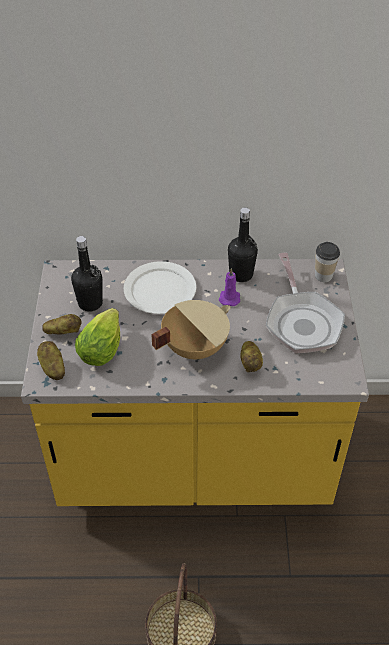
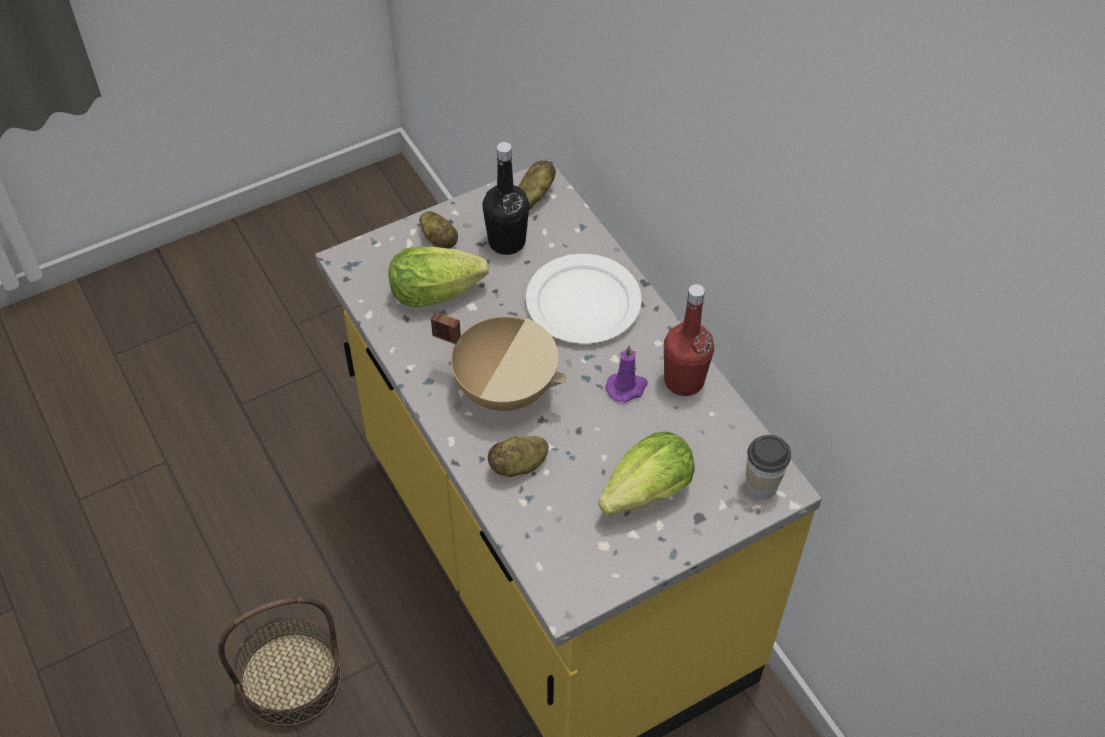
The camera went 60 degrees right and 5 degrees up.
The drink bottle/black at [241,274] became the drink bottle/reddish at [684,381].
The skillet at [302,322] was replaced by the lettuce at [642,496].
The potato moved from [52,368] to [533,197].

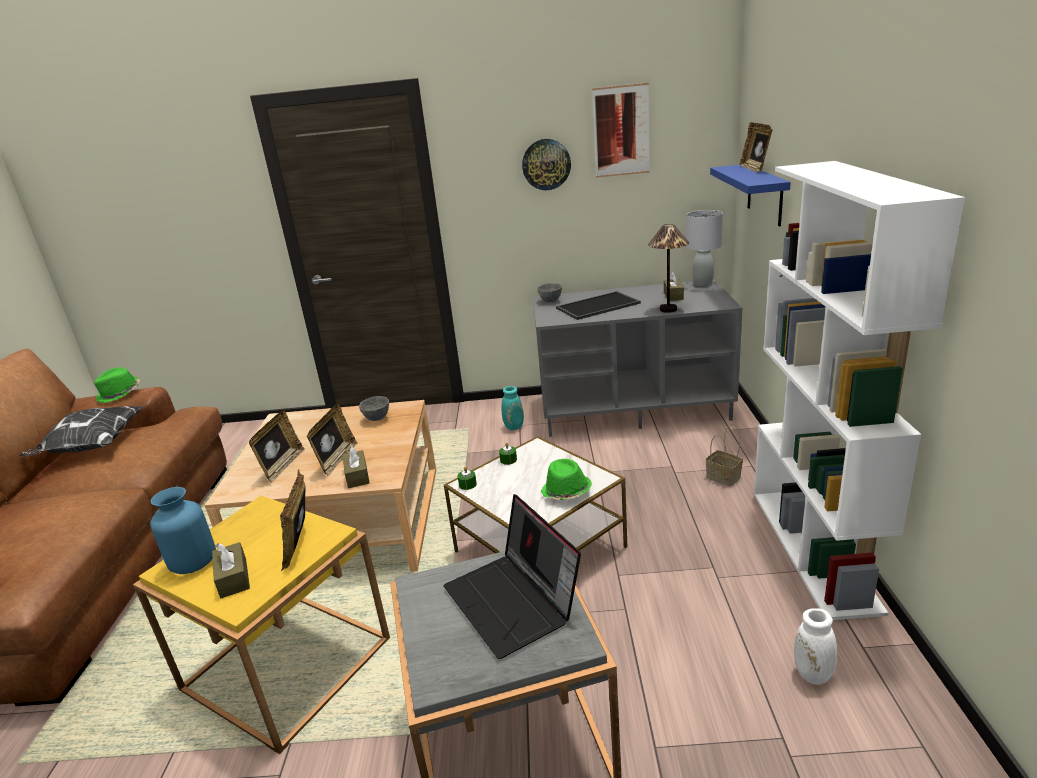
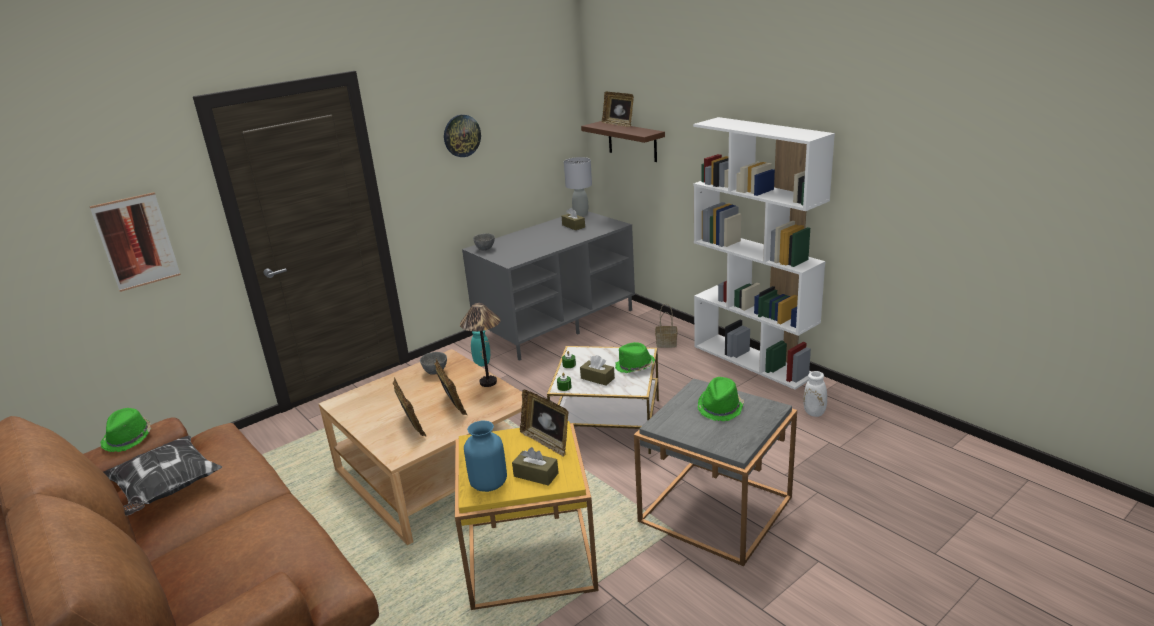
The camera went 40 degrees left and 0 degrees up.
The wall art moved from [621,131] to [136,241].
The wall shelf/bluish at [765,194] became the wall shelf/brown at [632,141].
The table lamp moved from [668,309] to [488,382].
The carrying tray at [598,306] disappeared.
The tissue box/brown moved from [357,476] to [597,378].
The laptop at [514,602] was replaced by the hat/green-coloured at [720,408].

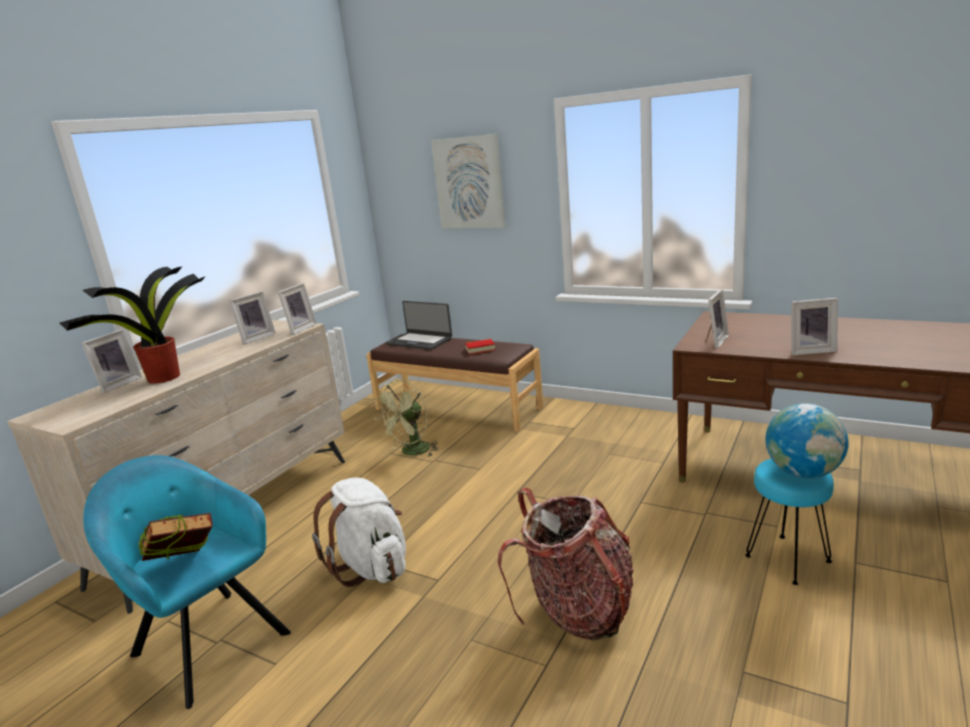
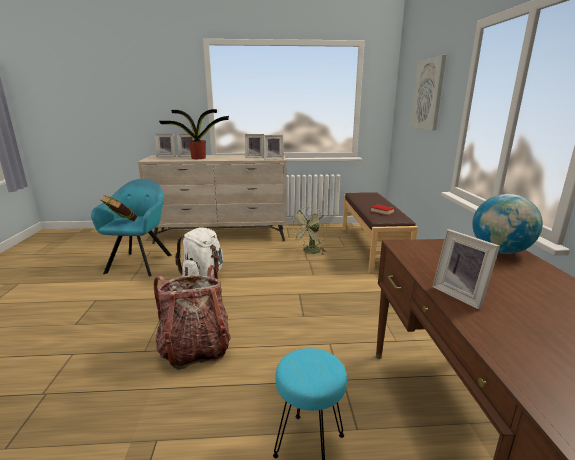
The camera went 55 degrees right and 0 degrees up.
The photo frame moved from [714,341] to [167,156].
The laptop at [420,341] disappeared.
The electric fan/green-coloured at [412,452] turned 60 degrees counterclockwise.
The desk globe moved from [803,473] to [499,251].

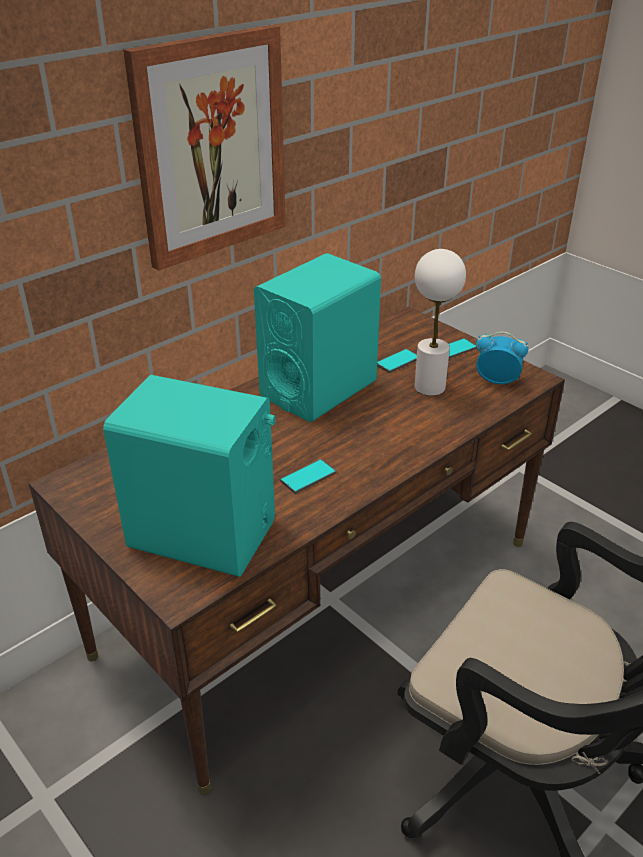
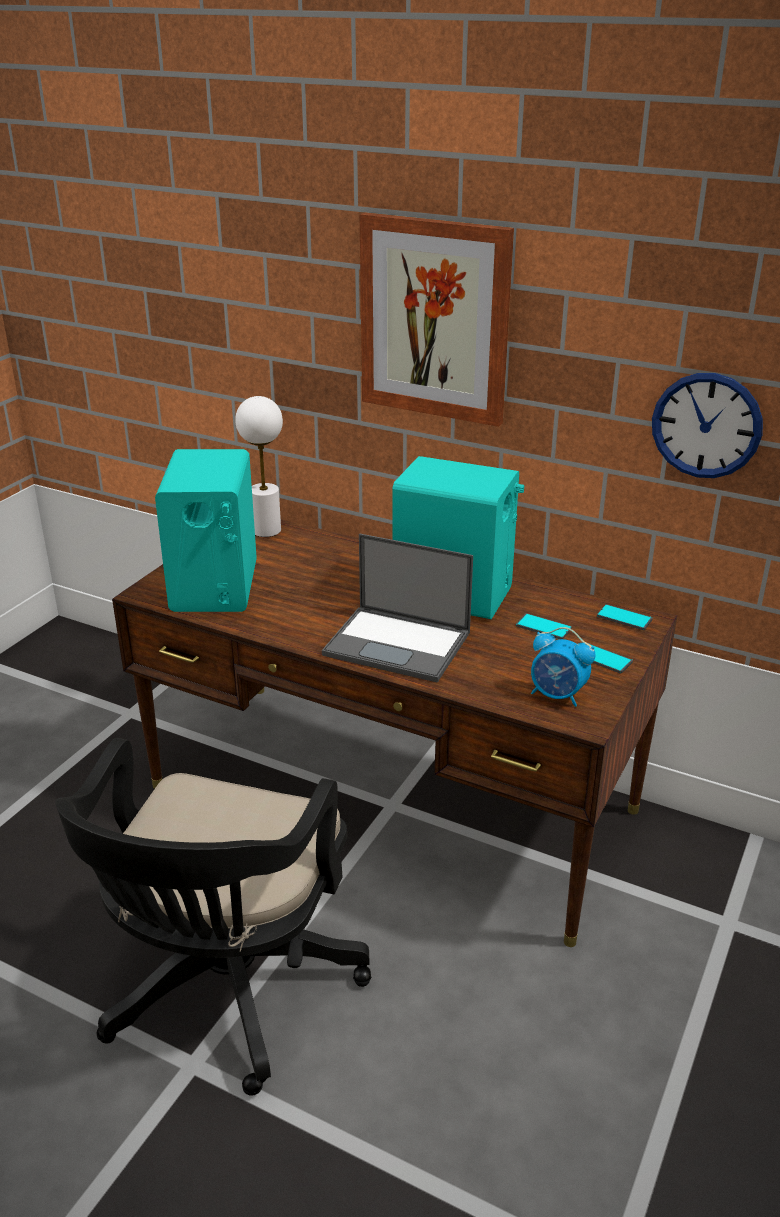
The camera went 70 degrees right and 5 degrees down.
The table lamp/white-coloured moved from [429,387] to [265,530].
The table clock at [497,380] turned 120 degrees clockwise.
The phone moved from [308,476] to [624,618].
The clock on the wall at [706,425] appeared.
The laptop at [399,644] appeared.

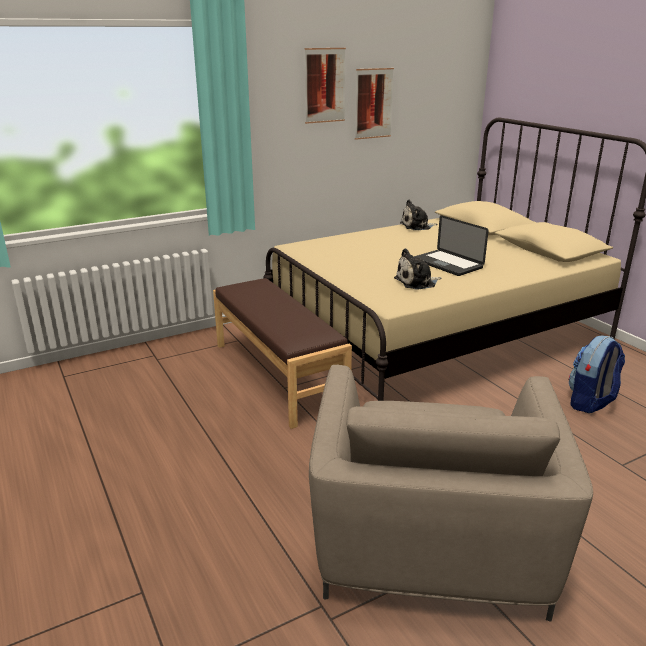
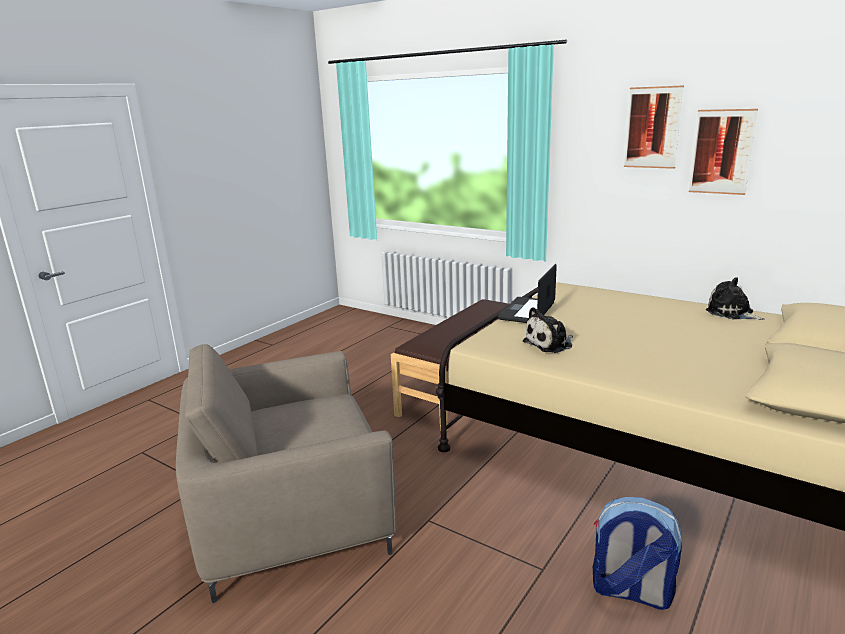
The camera went 65 degrees right and 5 degrees down.
The laptop moved from [447,264] to [527,311].
The soft toy at [417,282] turned 75 degrees counterclockwise.

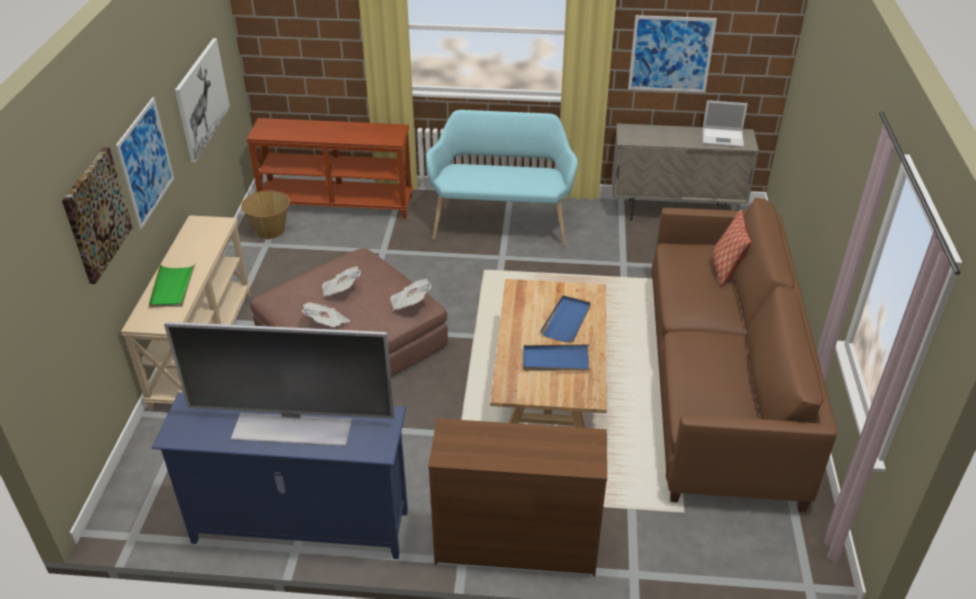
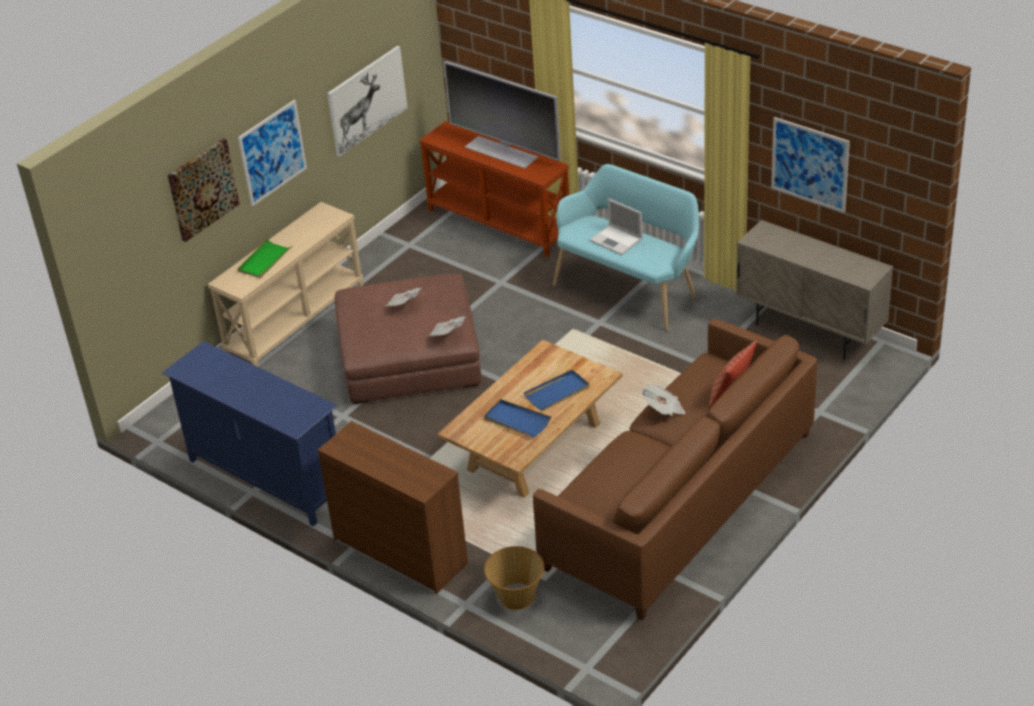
The camera went 35 degrees right and 0 degrees up.
The laptop moved from [723,137] to [616,240].
The household basket moved from [270,231] to [516,597].
The daily paper moved from [327,324] to [663,409].
The TV moved from [292,427] to [502,151].

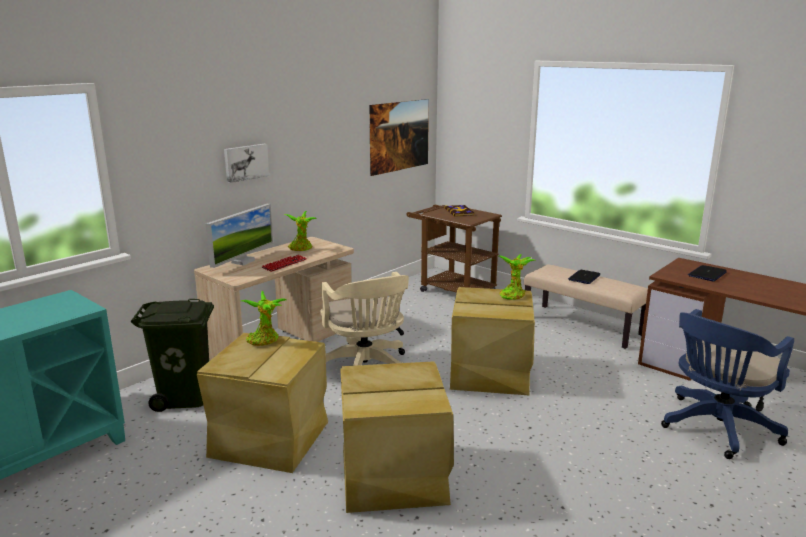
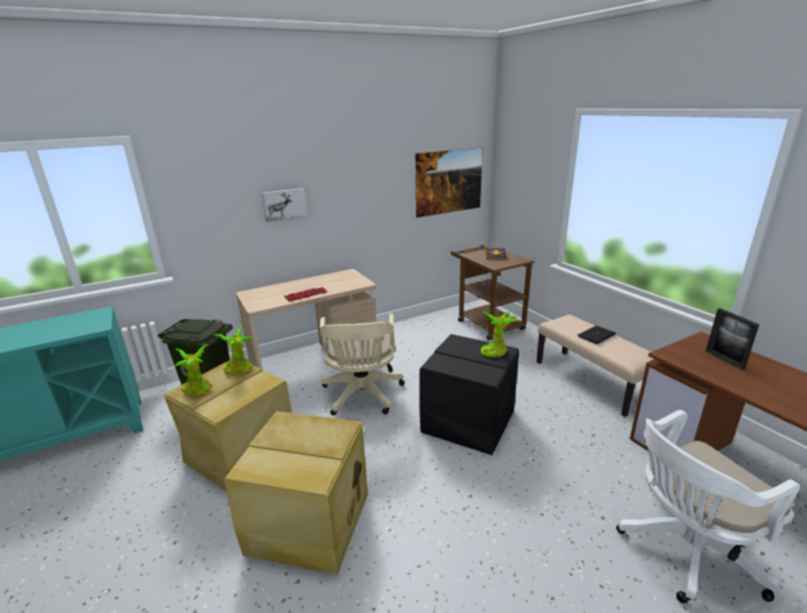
The camera went 20 degrees right and 5 degrees up.
The computer display at [243,261] disappeared.
The houseplant moved from [301,249] to [198,390].
The laptop at [707,274] was replaced by the photo frame at [724,360].
The storage box/beige-coloured at [491,374] became the storage box/black at [468,422].
The desk chair/bluish at [716,429] became the desk chair/white-coloured at [684,551].

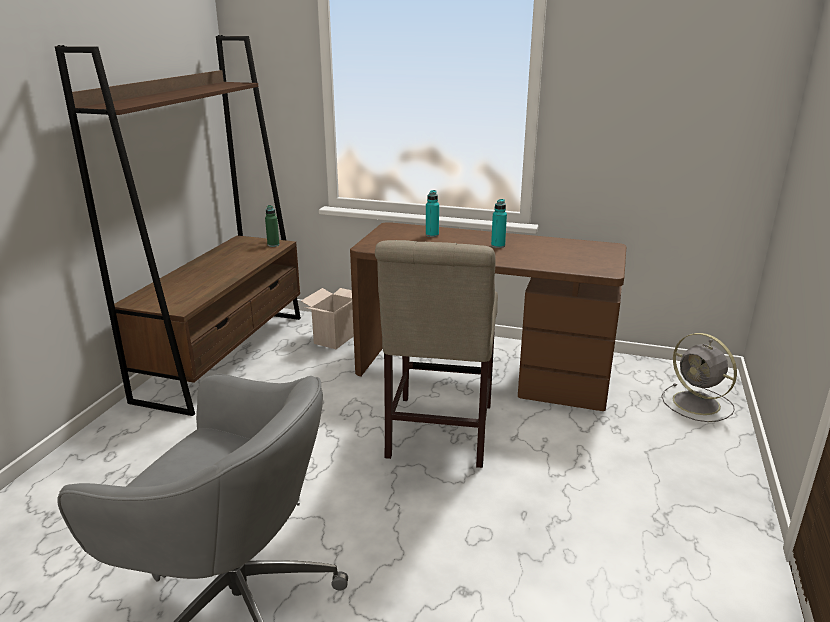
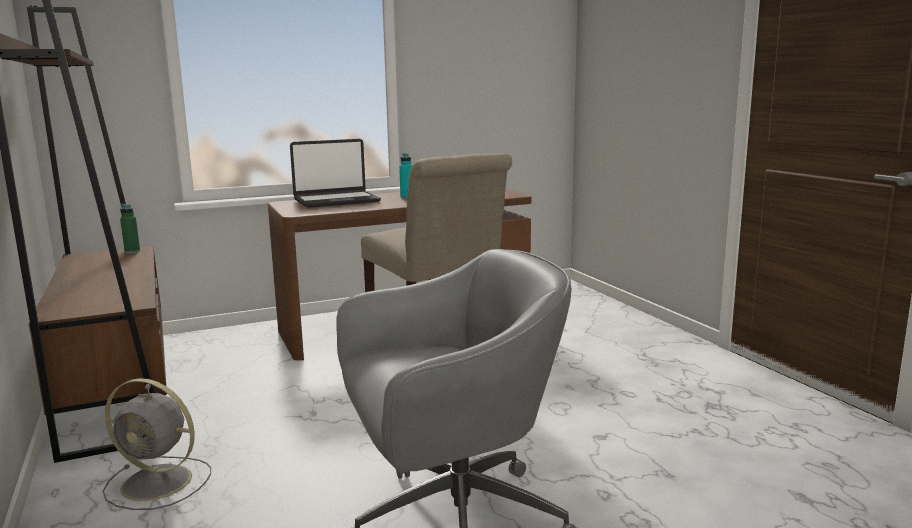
The camera went 40 degrees left and 10 degrees down.
The drink bottle/turquoise-coloured at [432,235] was replaced by the laptop at [336,201].
The packing box at [335,338] disappeared.
The electric fan/gray moved from [698,404] to [159,483].

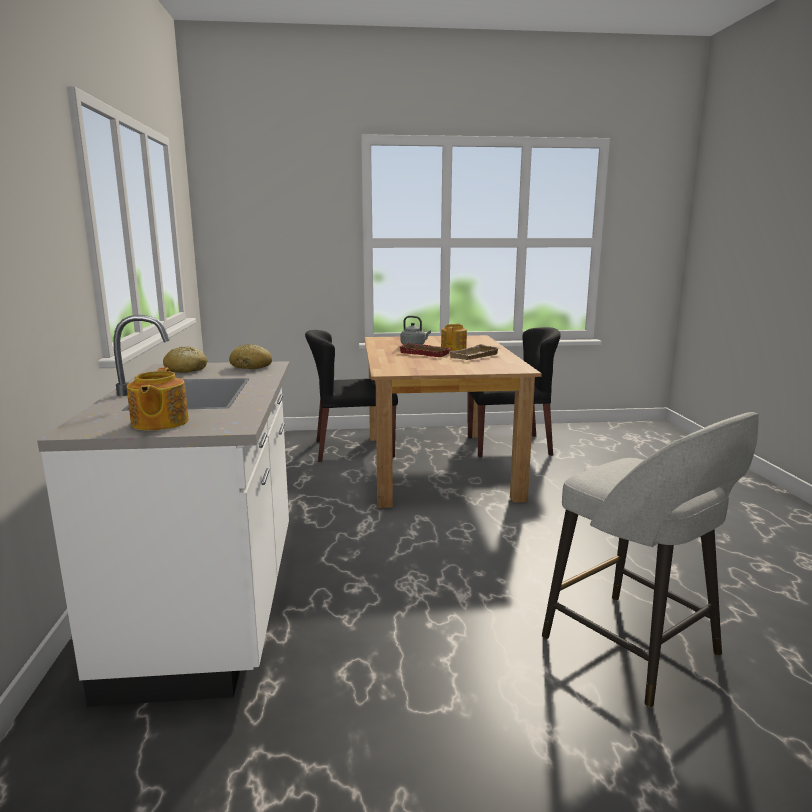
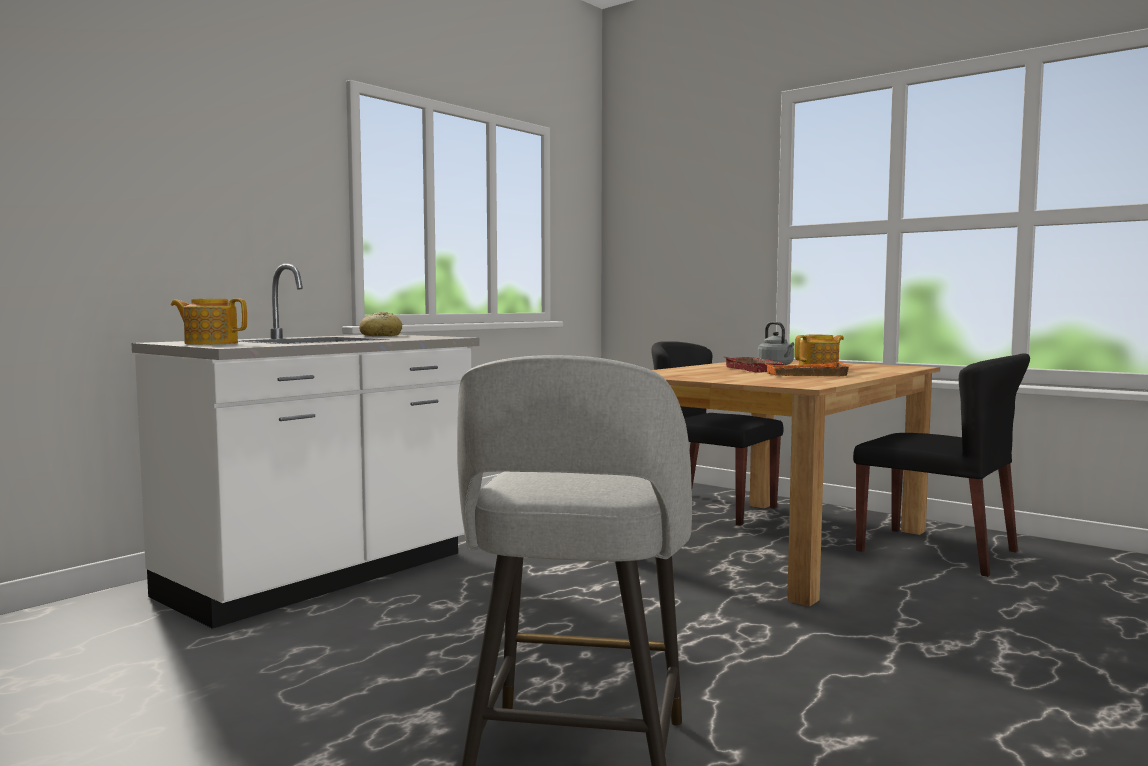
The camera went 45 degrees right and 10 degrees down.
The bread at [251,366] disappeared.
The carrying tray/beige-coloured at [475,356] became the carrying tray/orange at [806,375].
The teapot at [159,423] turned 60 degrees clockwise.

